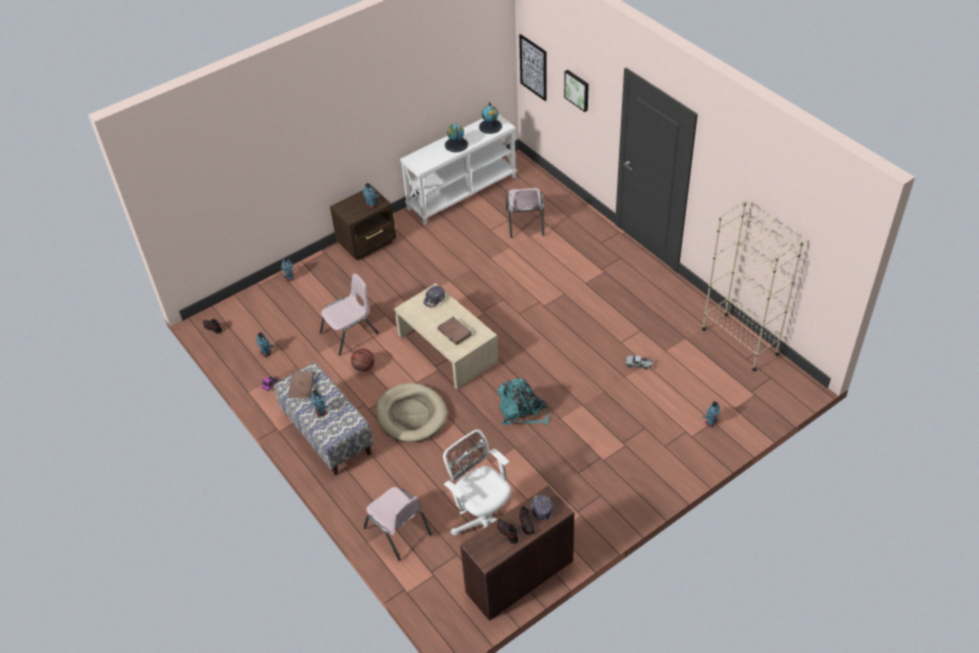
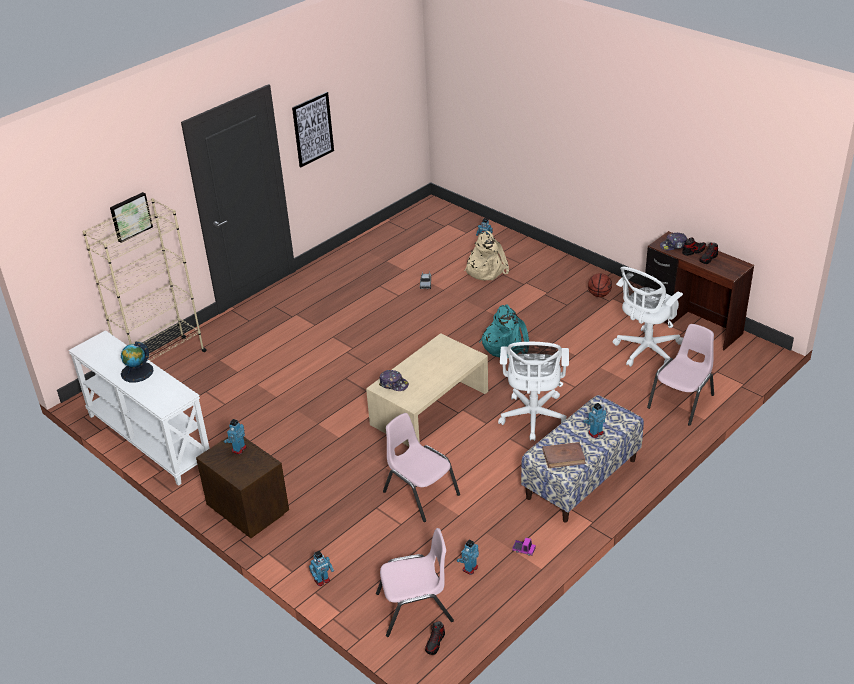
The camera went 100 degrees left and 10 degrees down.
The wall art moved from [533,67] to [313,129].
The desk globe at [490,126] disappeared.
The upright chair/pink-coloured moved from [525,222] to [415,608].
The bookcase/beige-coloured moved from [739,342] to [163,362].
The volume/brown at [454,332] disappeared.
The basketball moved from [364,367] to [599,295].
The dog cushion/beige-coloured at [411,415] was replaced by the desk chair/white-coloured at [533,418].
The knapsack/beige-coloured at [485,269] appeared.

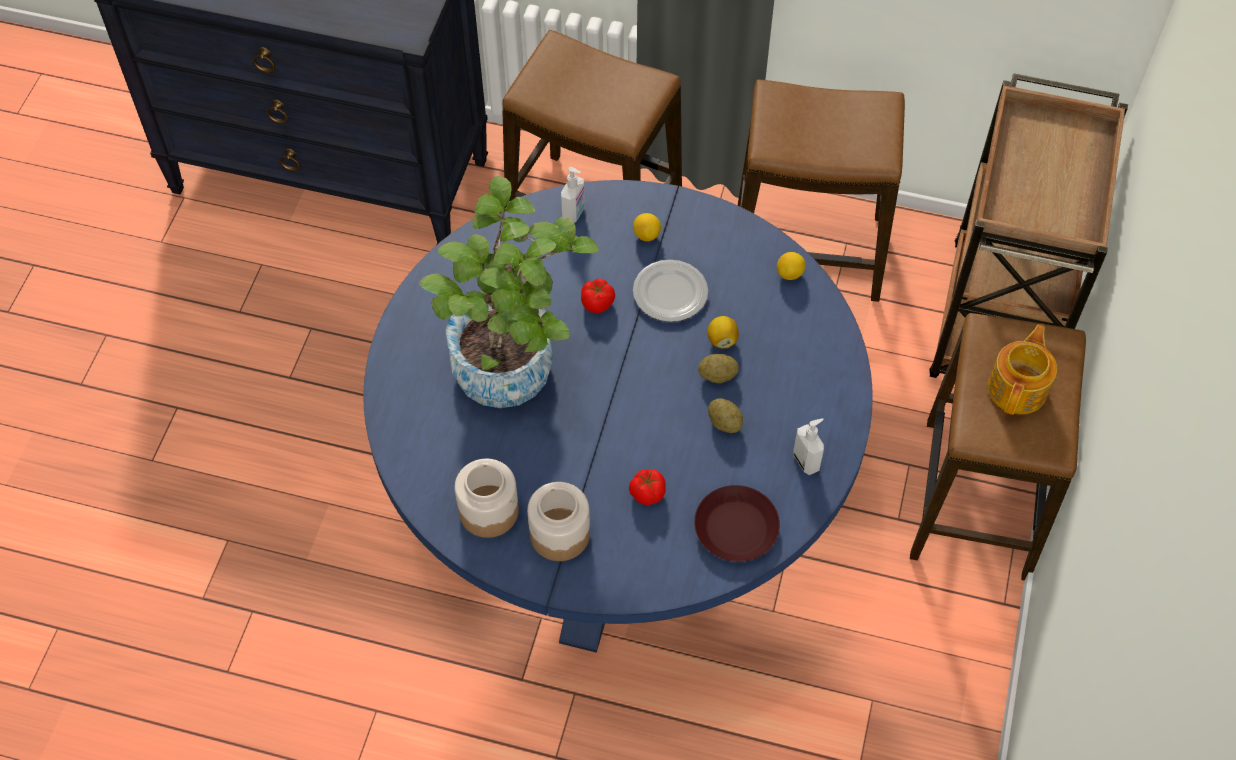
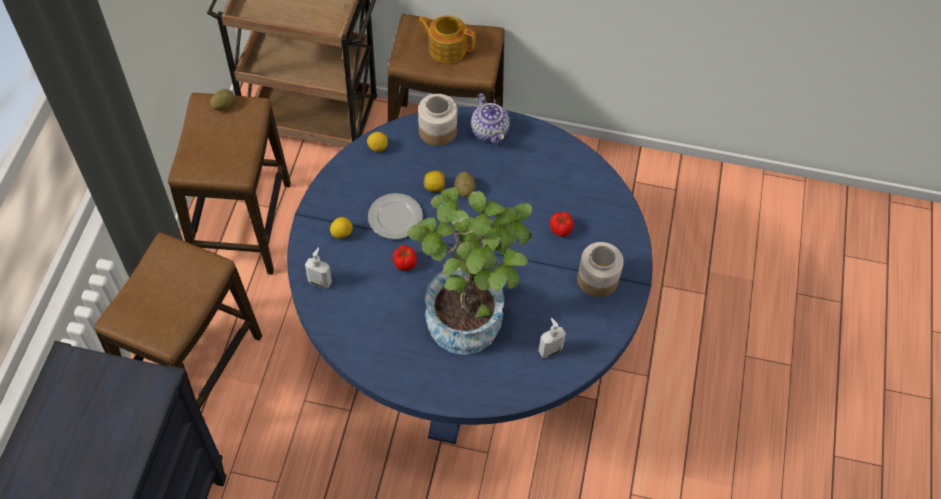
The camera went 95 degrees left and 0 degrees up.
The potato moved from [724,423] to [223,105].
The liquid soap bottle moved from [806,461] to [550,350].
The jar moved from [488,510] to [437,131].
The dinner plate/brown at [735,527] disappeared.
The teapot at [490,132] appeared.

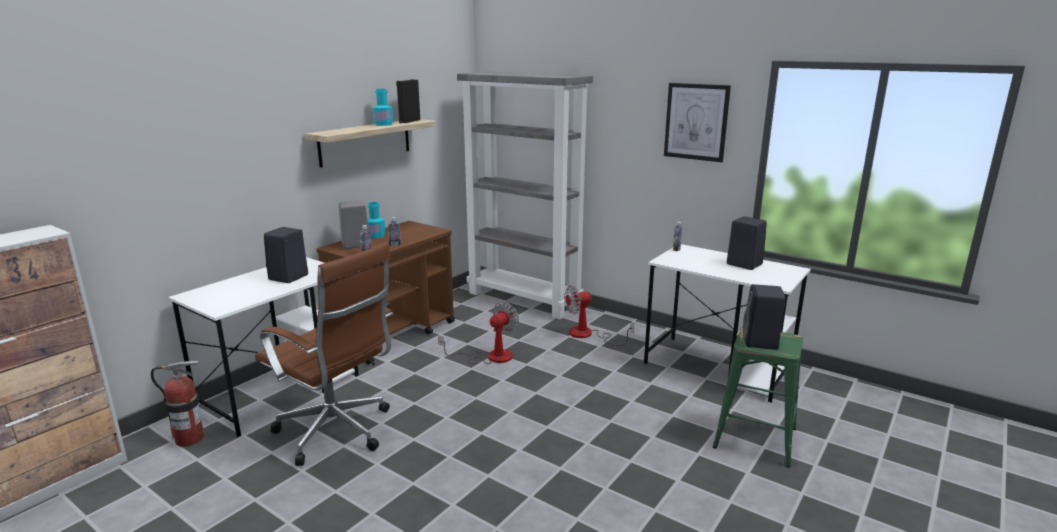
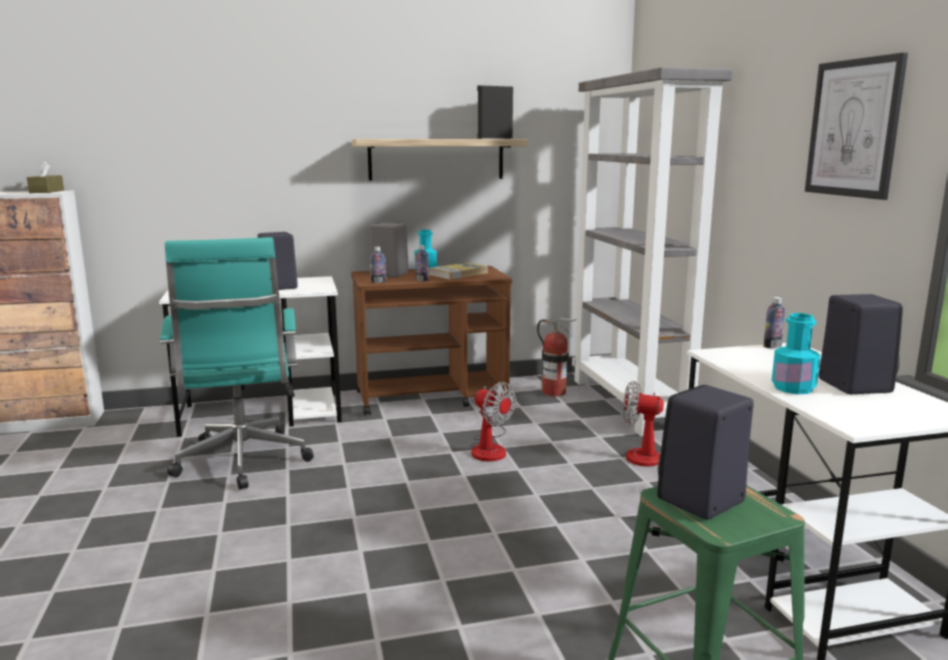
The camera went 40 degrees right and 5 degrees down.
The drink bottle/turquoise-coloured moved from [383,124] to [793,388].
The desk chair/brown at [338,433] became the desk chair/turquoise-coloured at [242,463].
The electric fan at [490,357] turned 60 degrees clockwise.
The fire extinguisher moved from [190,439] to [554,392].
The tissue box/brown at [46,191] appeared.
The volume at [458,274] appeared.

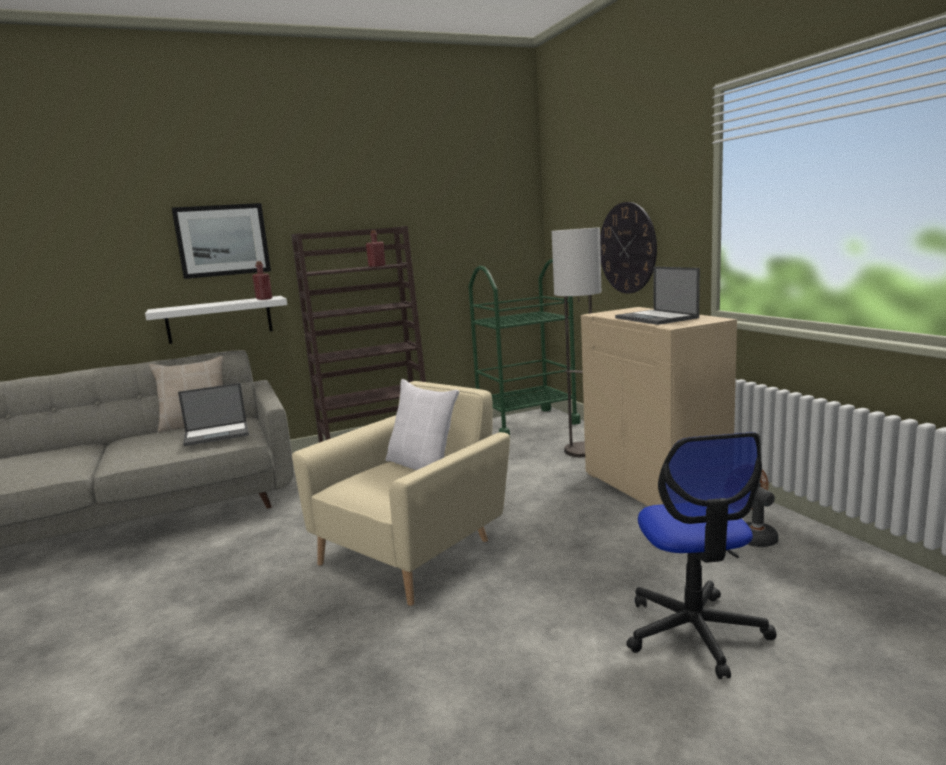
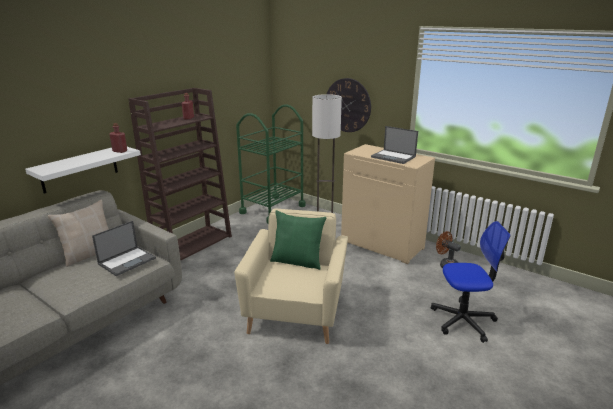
The camera went 30 degrees left and 10 degrees up.
The wall art at [222,240] disappeared.
The pillow/white-coloured at [423,466] became the pillow/green-coloured at [297,261].
The desk chair at [695,632] turned 60 degrees counterclockwise.

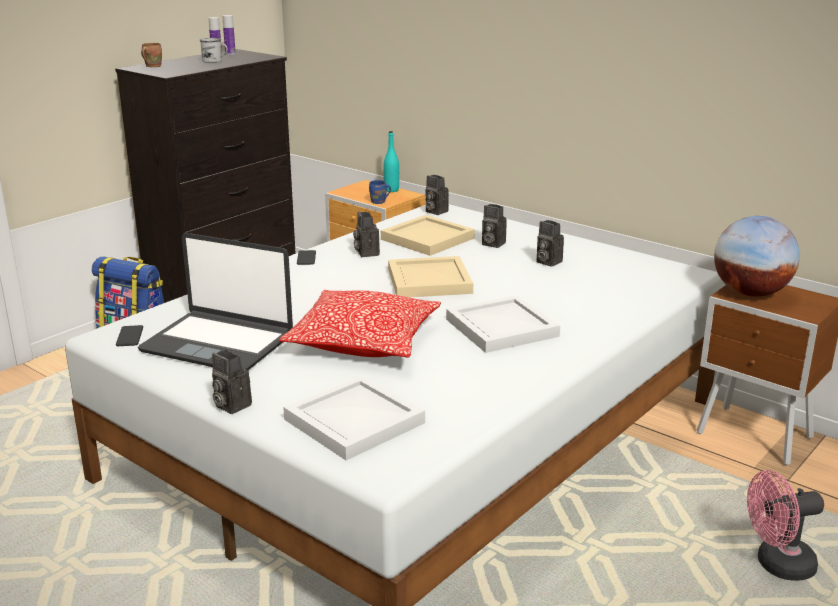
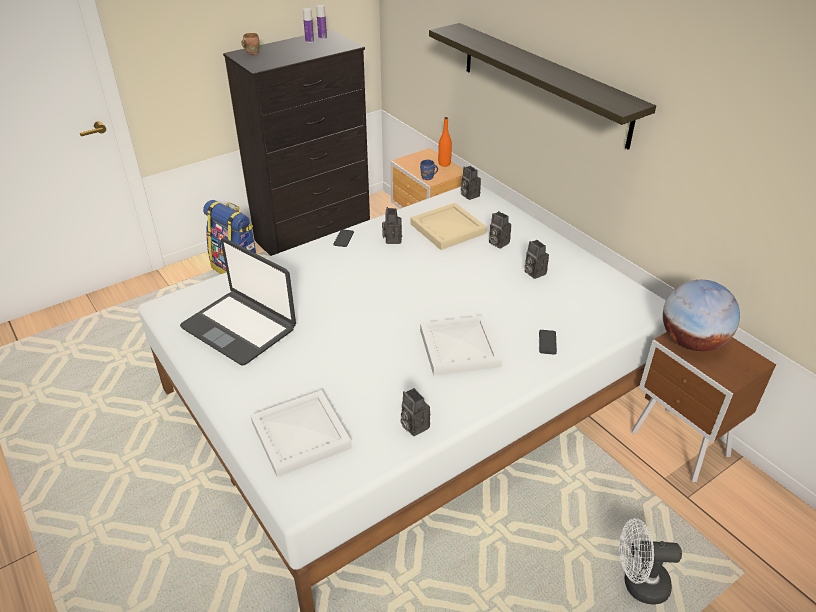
The camera went 15 degrees right and 15 degrees up.
The tea mug/white-coloured at [215,61] disappeared.
The drink bottle/turquoise-coloured at [391,190] became the drink bottle/orange at [444,164].
The carrying tray/beige-coloured at [428,280] disappeared.
The pillow at [363,342] disappeared.
The phone moved from [129,336] to [547,342].
The still camera moved from [230,405] to [413,425].
The electric fan/pink-coloured at [777,565] became the electric fan/white-coloured at [638,584].
The wall shelf at [543,83] appeared.

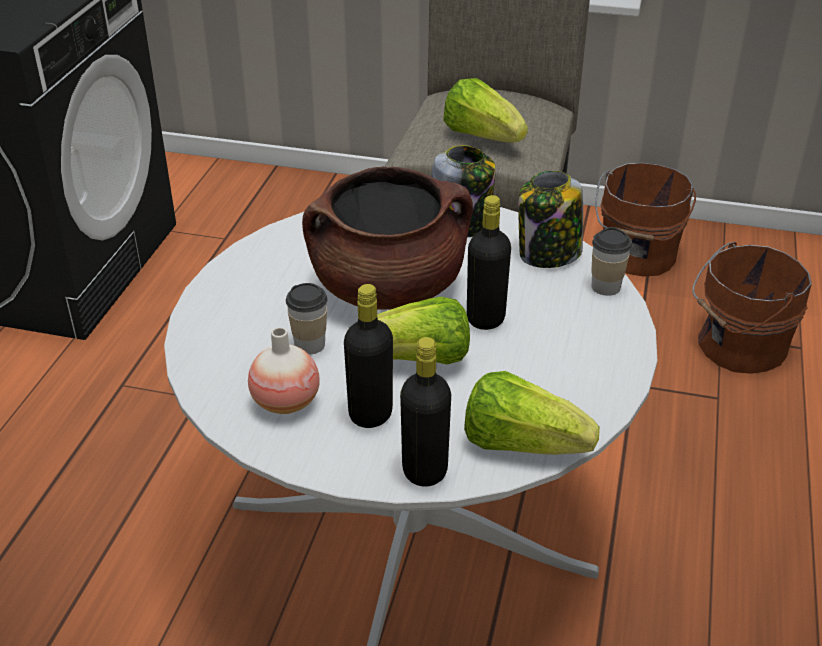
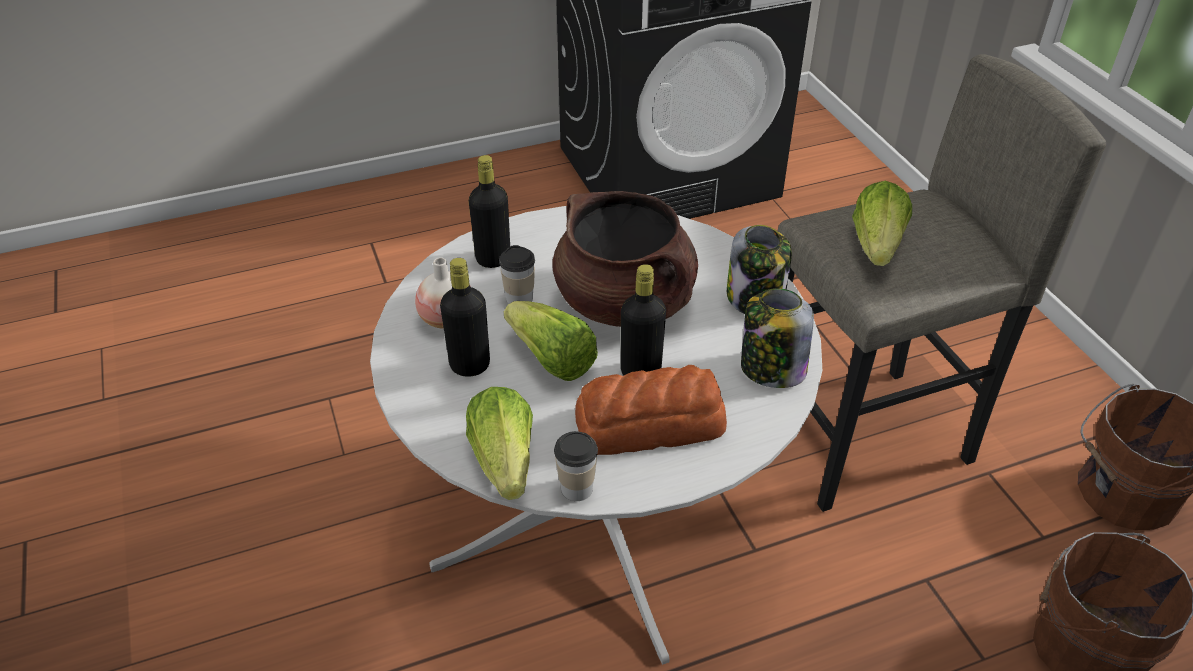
The camera went 55 degrees right and 5 degrees up.
The small cup moved from [605,287] to [576,488].
The drink bottle/black moved from [425,471] to [493,259].
The bread at [651,424] appeared.

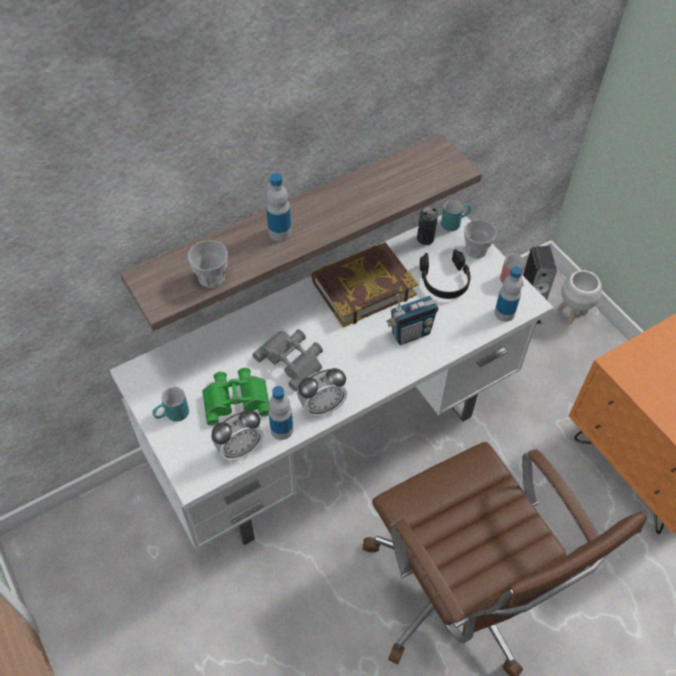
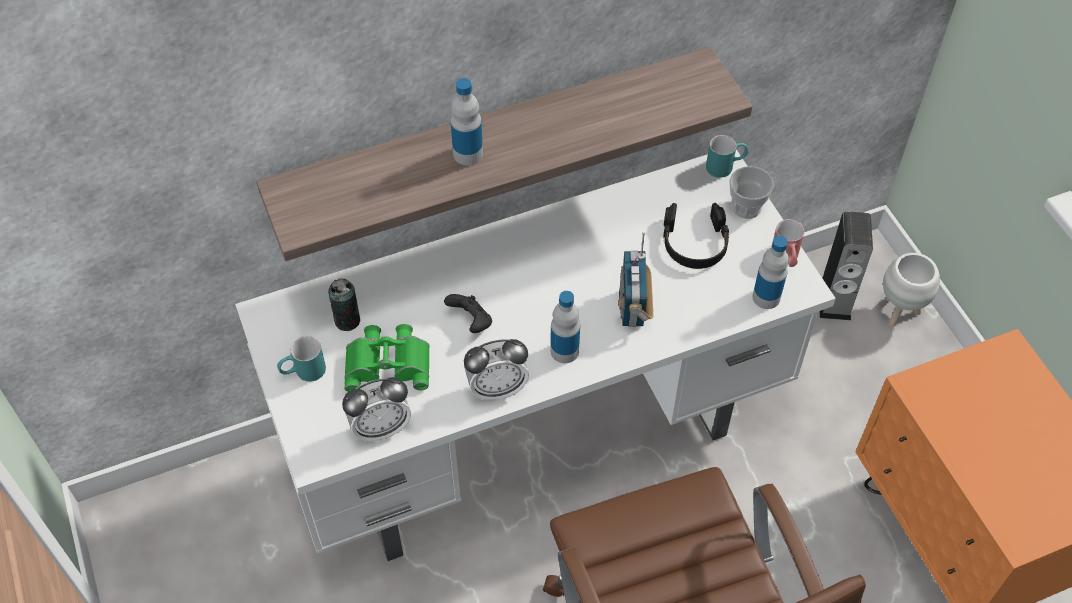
The camera went 10 degrees right and 0 degrees up.
The sealed can moved from [425,239] to [347,321].
The small cup at [211,277] disappeared.
The volume at [363,287] disappeared.
The radio set at [410,333] turned 105 degrees clockwise.
The field glasses/gray at [293,359] was replaced by the joypad/black at [471,322].
The drink bottle moved from [281,430] to [564,351].

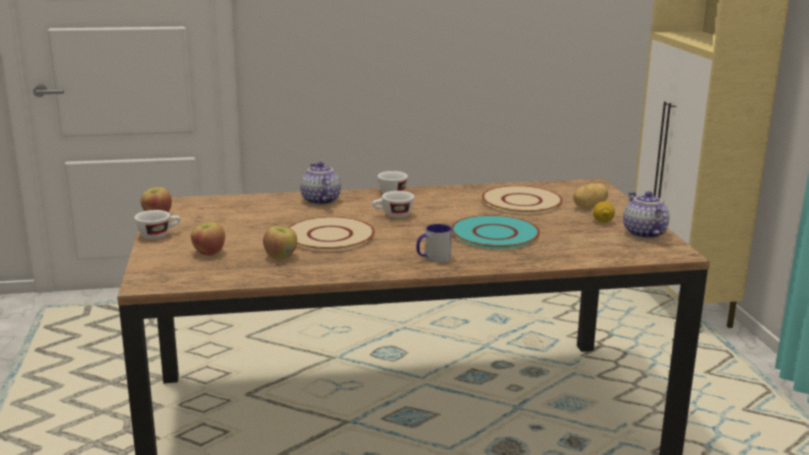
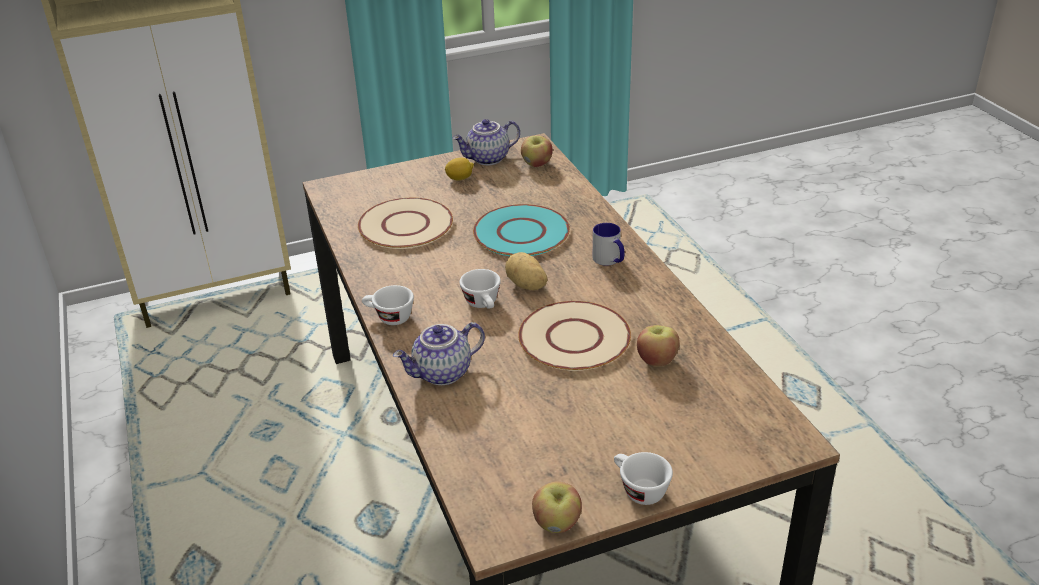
The camera went 100 degrees left and 15 degrees up.
The potato moved from [588,207] to [526,285].
The apple moved from [208,253] to [536,164].

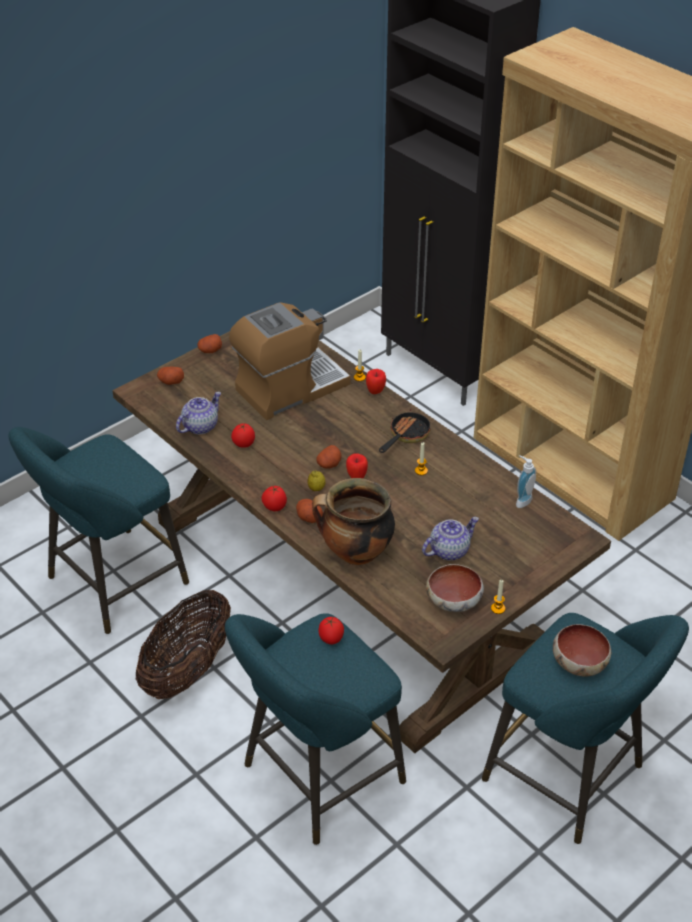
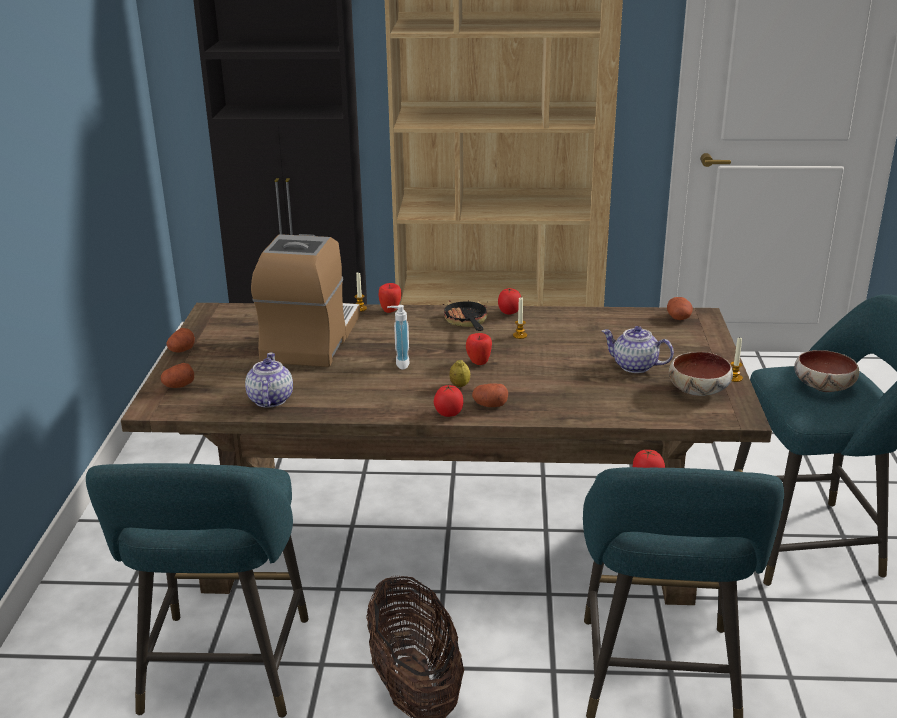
The camera went 45 degrees left and 15 degrees down.
The tomato moved from [243,444] to [509,313].
The potato moved from [329,464] to [679,318].
The liquid soap bottle moved from [521,500] to [399,363].
The saucepot at [355,553] disappeared.
The teapot at [449,550] turned 75 degrees counterclockwise.

